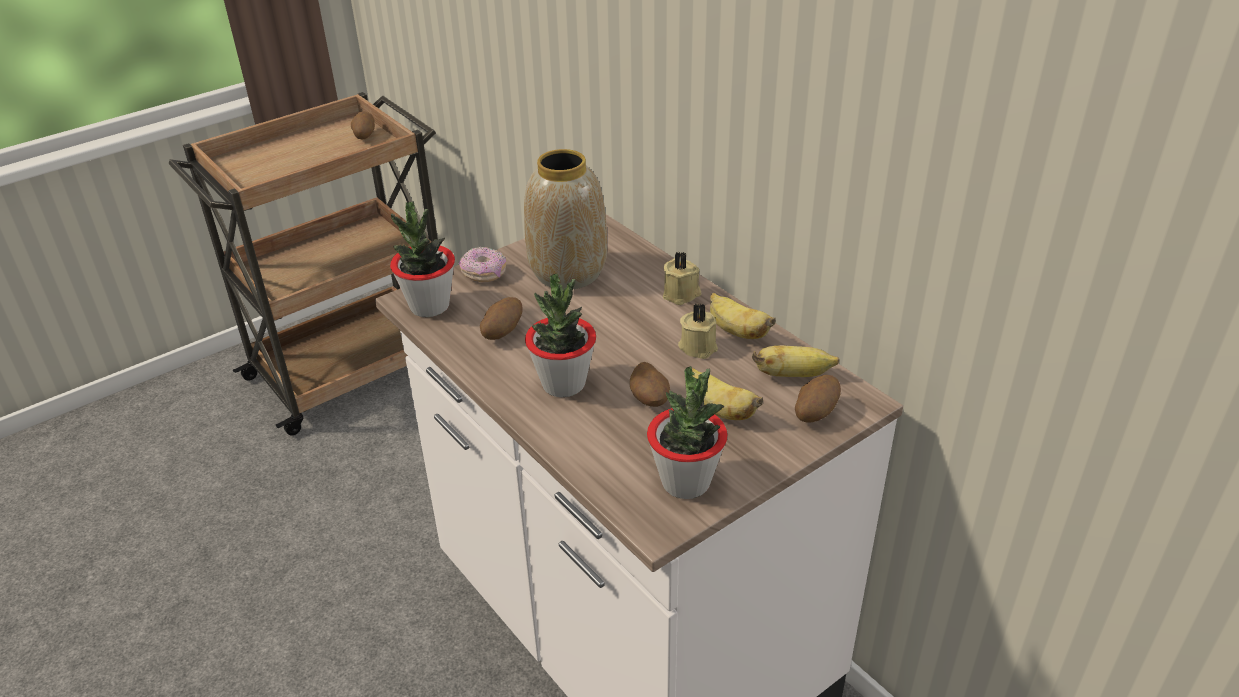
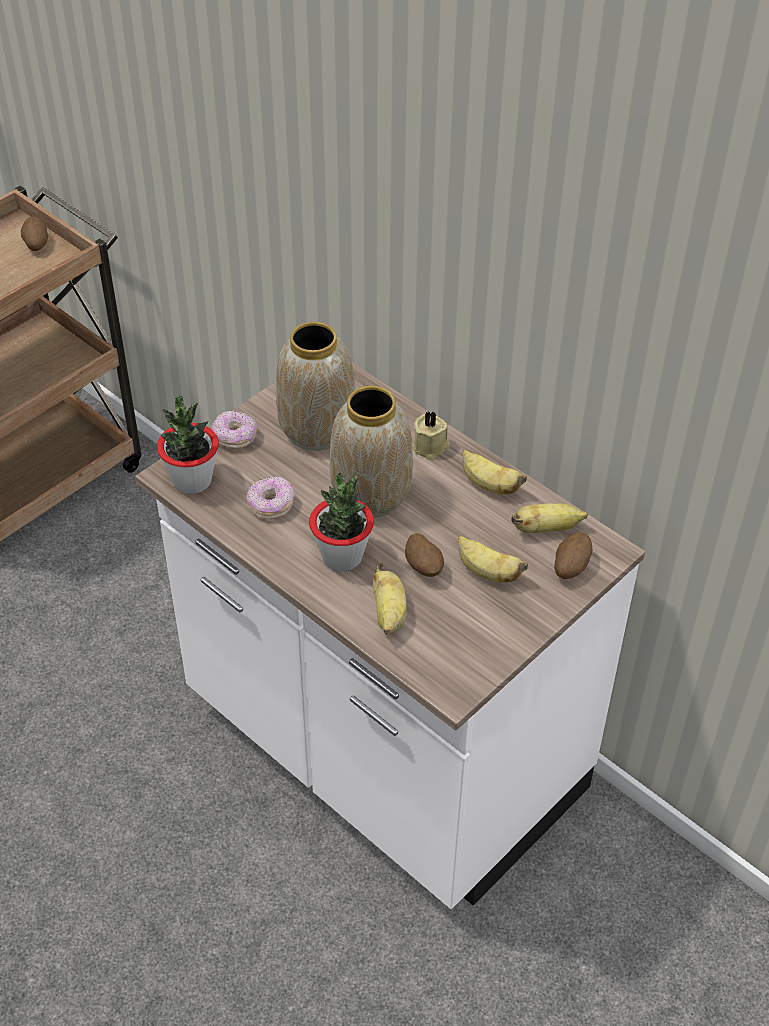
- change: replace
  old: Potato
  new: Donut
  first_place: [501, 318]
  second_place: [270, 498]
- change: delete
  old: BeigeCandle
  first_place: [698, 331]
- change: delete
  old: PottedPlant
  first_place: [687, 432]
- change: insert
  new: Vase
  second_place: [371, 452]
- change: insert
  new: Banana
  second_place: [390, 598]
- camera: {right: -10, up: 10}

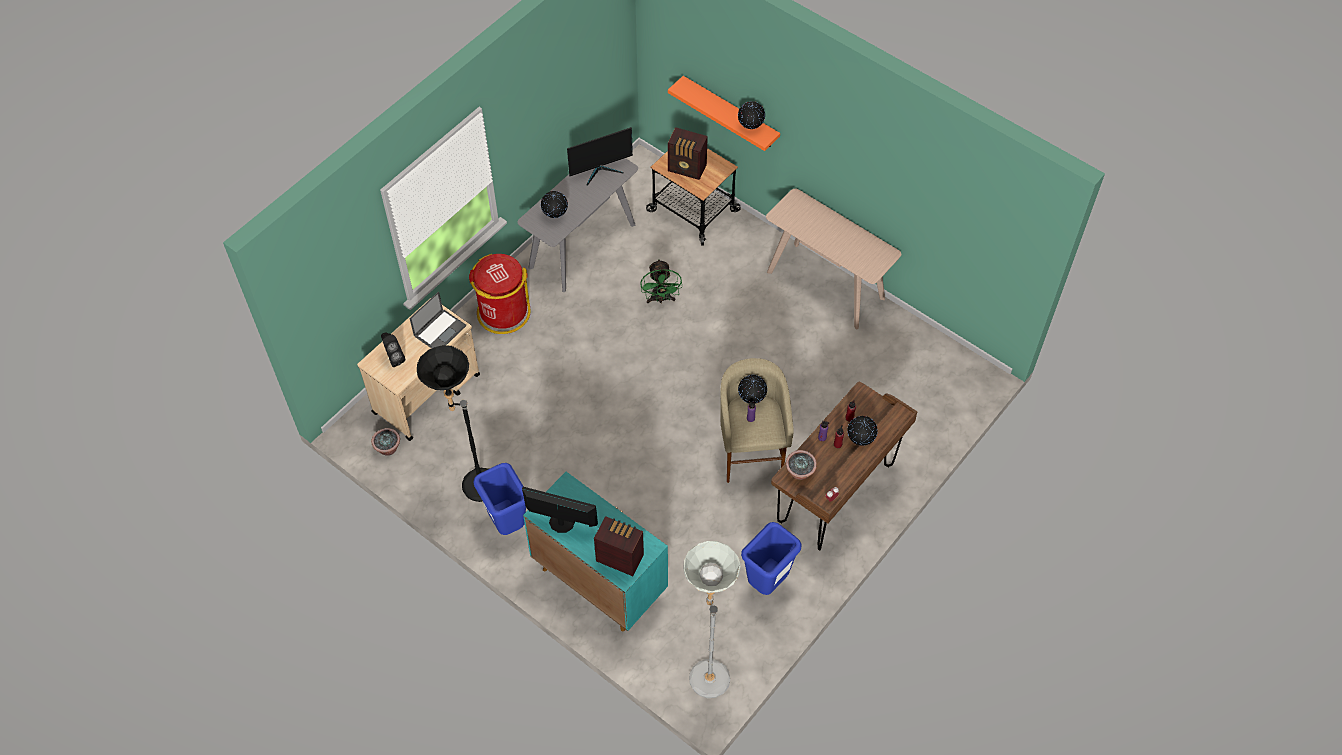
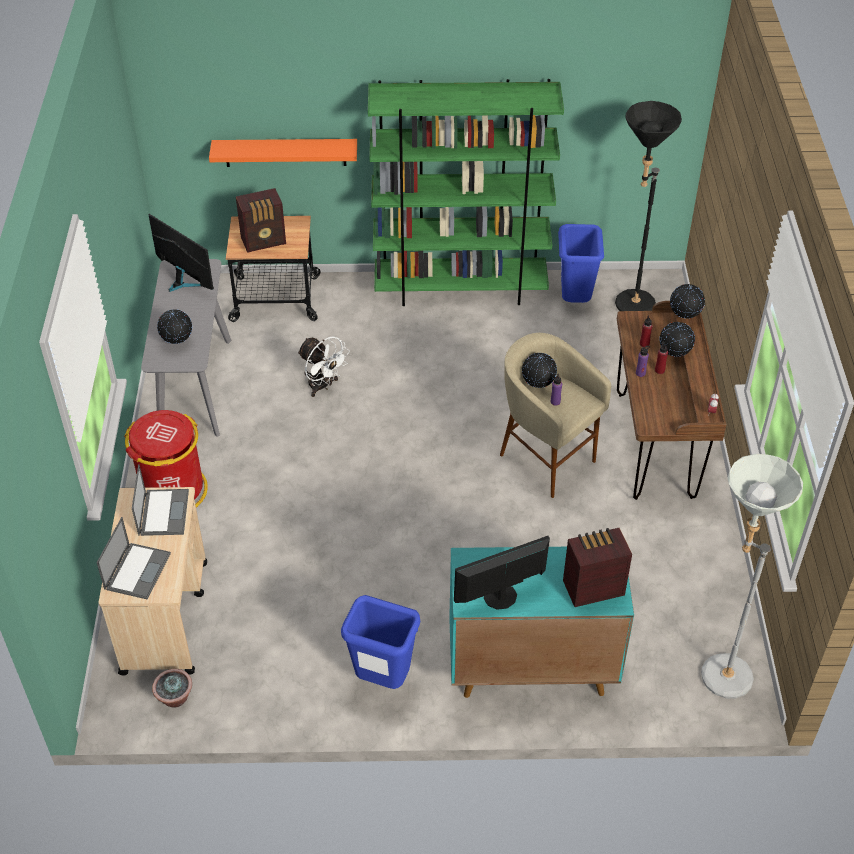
- change: move
  old: Globe
  first_place: [751, 115]
  second_place: [687, 301]
- change: rotate
  old: Monitor
  first_place: [600, 156]
  second_place: [181, 253]
  degrees: -75
- change: replace
  old: BeigeConsoleTable
  new: GreenBookcase
  first_place: [833, 259]
  second_place: [466, 192]
- change: recolor
  old: GreenFan
  new: WhiteFan
  first_place: [661, 281]
  second_place: [323, 367]
- change: replace
  old: BlackSpeaker
  new: Laptop
  first_place: [393, 349]
  second_place: [134, 558]
- change: move
  old: BlackFloorLamp
  first_place: [453, 423]
  second_place: [648, 206]
- change: delete
  old: PottedPlant
  first_place: [801, 465]
- change: move
  old: BlueTrashCan
  first_place: [771, 558]
  second_place: [581, 263]
- camera: {right: -40, up: -10}

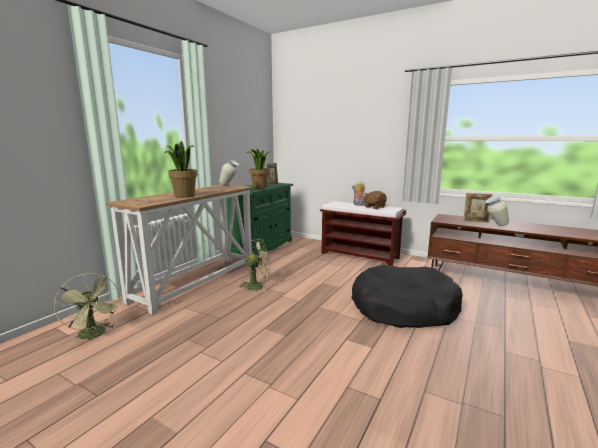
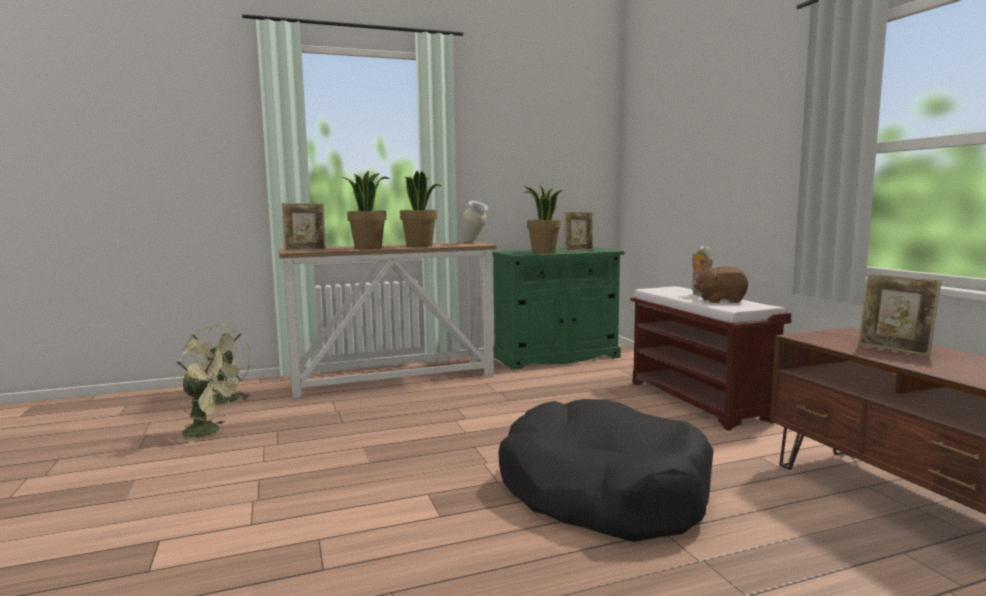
- change: delete
  old: Vase
  first_place: [497, 211]
- change: move
  old: GreenFan
  first_place: [255, 265]
  second_place: [208, 393]
- change: insert
  new: PottedPlant
  second_place: [421, 209]
- change: insert
  new: PictureFrame
  second_place: [304, 227]
- camera: {right: 40, up: -5}

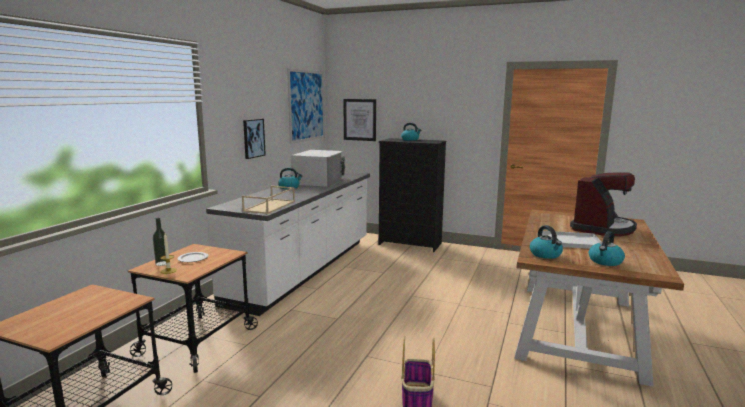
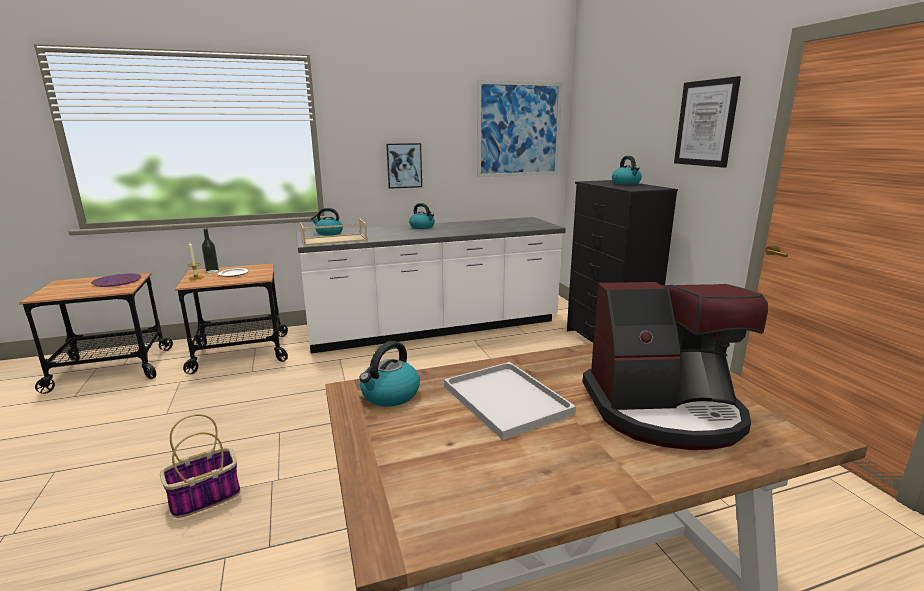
- change: move
  old: Picture
  first_place: [359, 120]
  second_place: [707, 122]
- change: delete
  old: WhiteMicrowave
  first_place: [318, 168]
- change: move
  old: Kettle
  first_place: [607, 248]
  second_place: [327, 222]
- change: insert
  new: PurplePlate
  second_place: [116, 280]
- camera: {right: 50, up: 5}

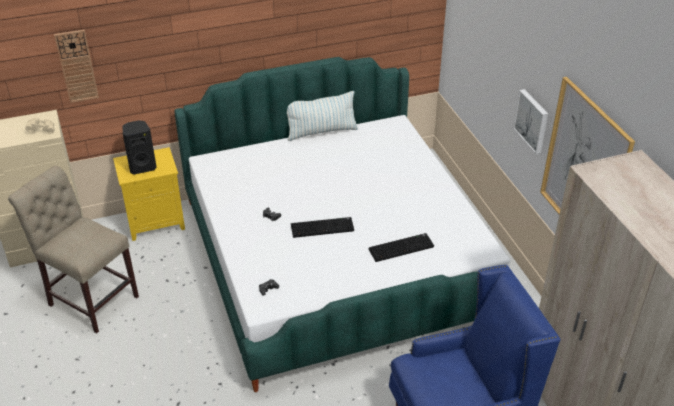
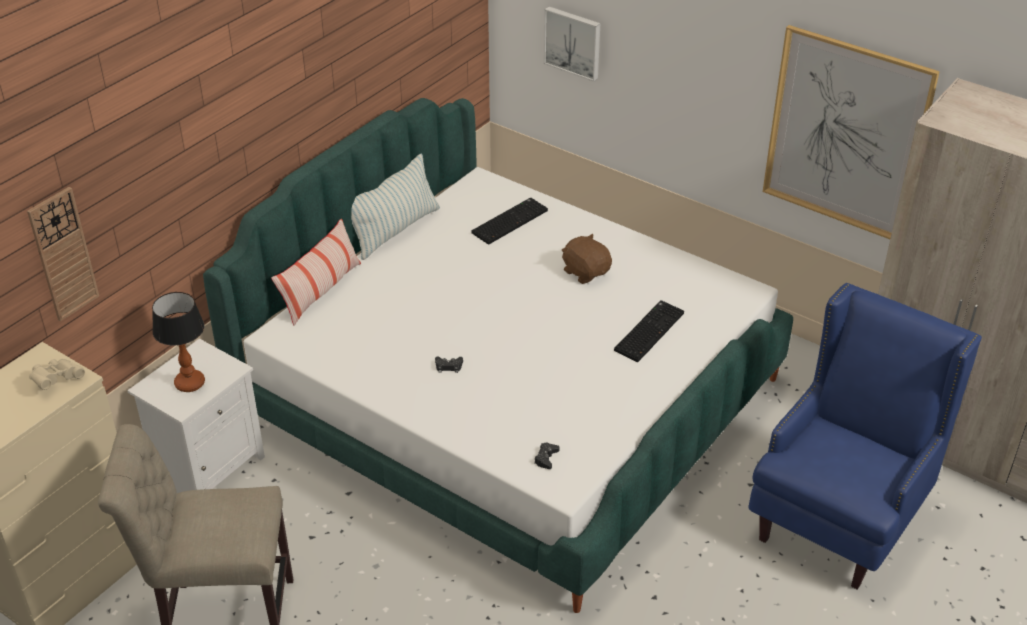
- change: move
  old: Picture
  first_place: [530, 121]
  second_place: [572, 44]
- change: replace
  old: BlackSpeaker
  new: TableLamp
  first_place: [140, 147]
  second_place: [178, 342]
- change: recolor
  old: YellowNightstand
  new: WhiteNightstand
  first_place: [149, 194]
  second_place: [196, 416]
- change: move
  old: Keyboard
  first_place: [322, 227]
  second_place: [509, 221]
- change: insert
  new: Pillow
  second_place: [316, 272]
- change: insert
  new: BrownPlushToy
  second_place: [586, 259]
- camera: {right: -35, up: 0}

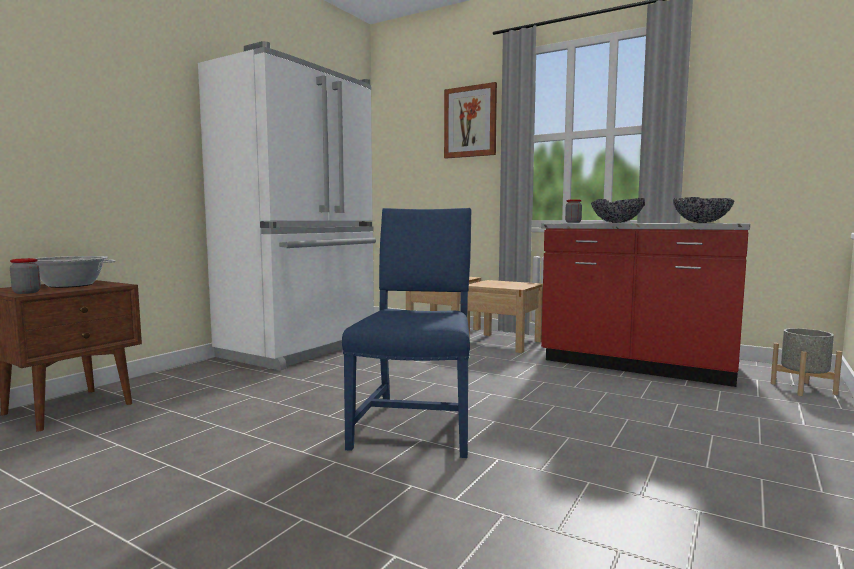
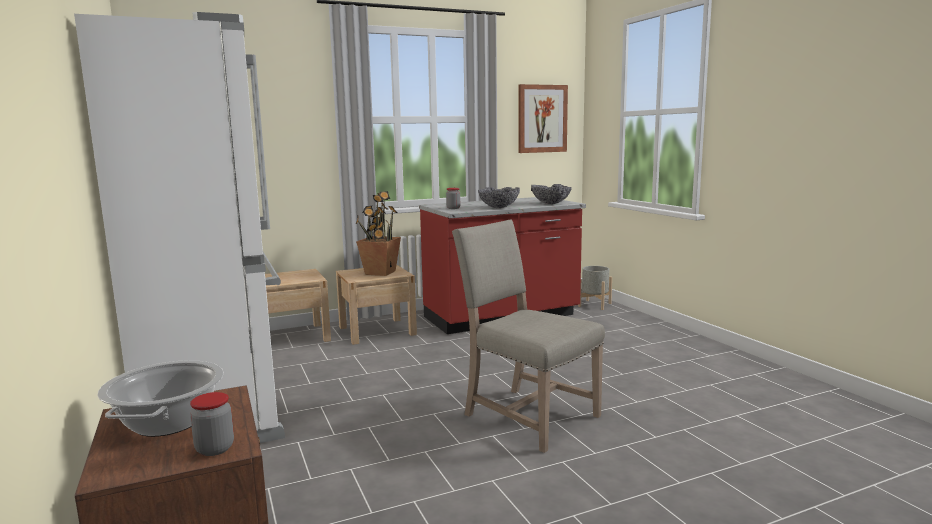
- change: move
  old: Picture
  first_place: [470, 120]
  second_place: [543, 118]
- change: recolor
  old: BlueChair
  new: BeigeChair
  first_place: [406, 333]
  second_place: [528, 336]
- change: insert
  new: PottedPlant
  second_place: [378, 233]
- camera: {right: -55, up: 5}

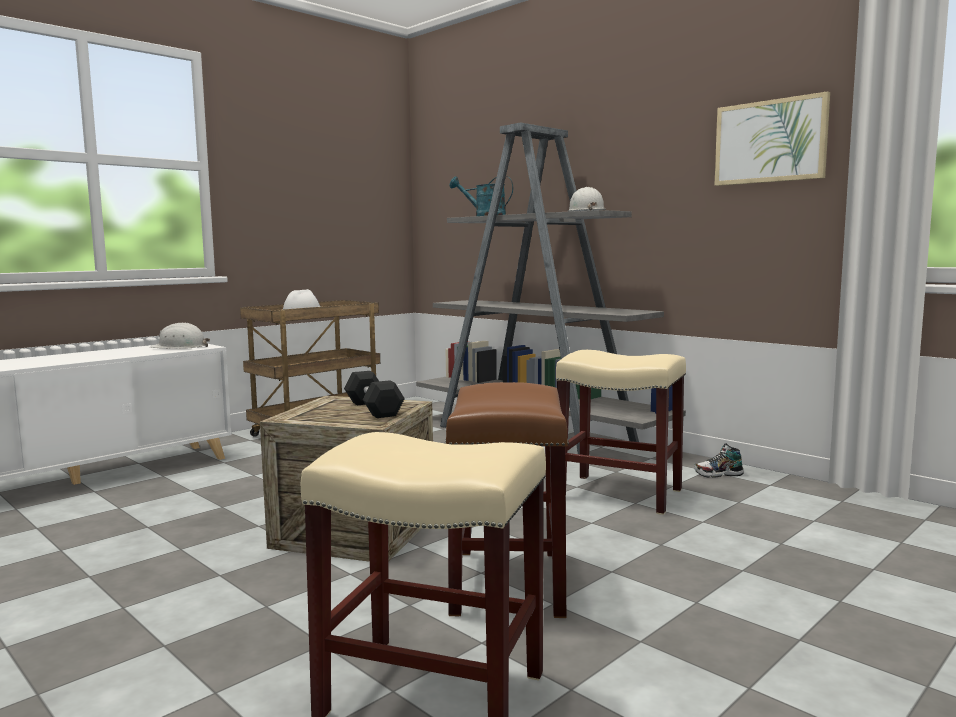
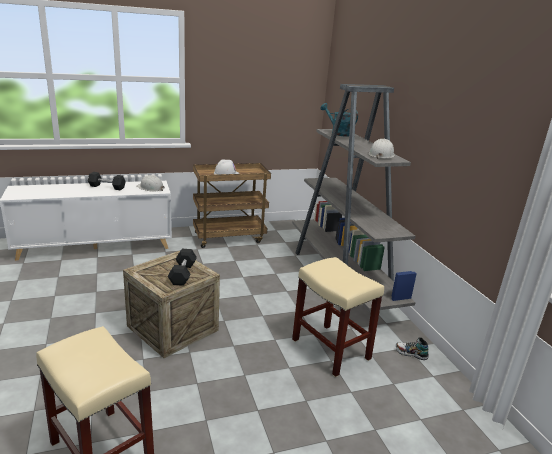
- change: delete
  old: Picture
  first_place: [772, 138]
- change: delete
  old: BrownStool
  first_place: [507, 500]
- change: insert
  new: BlackDumbbell
  second_place: [107, 181]
- camera: {right: 25, up: 15}

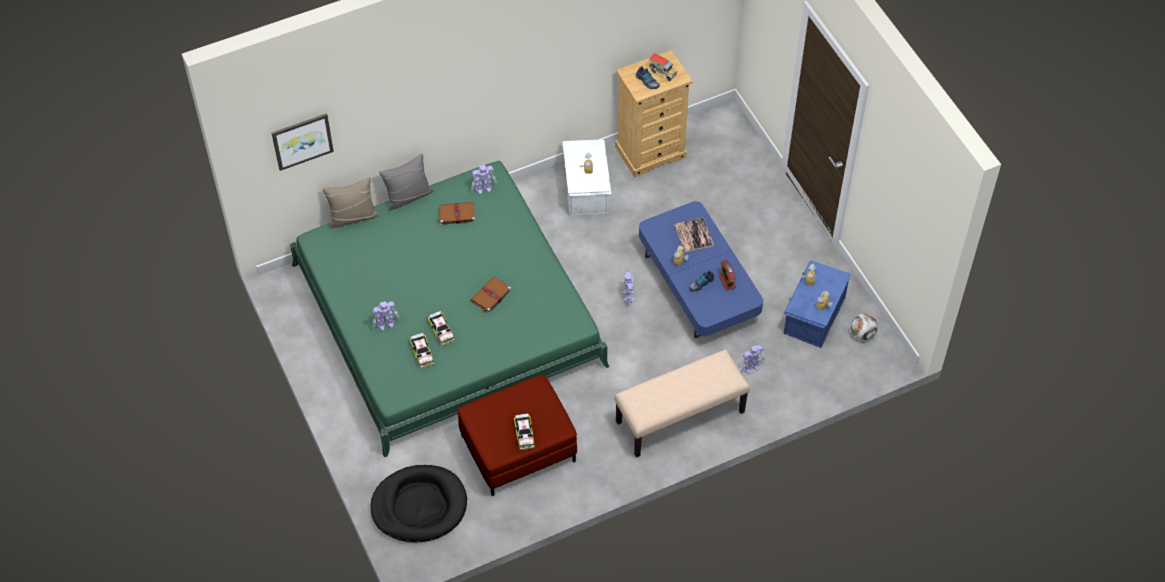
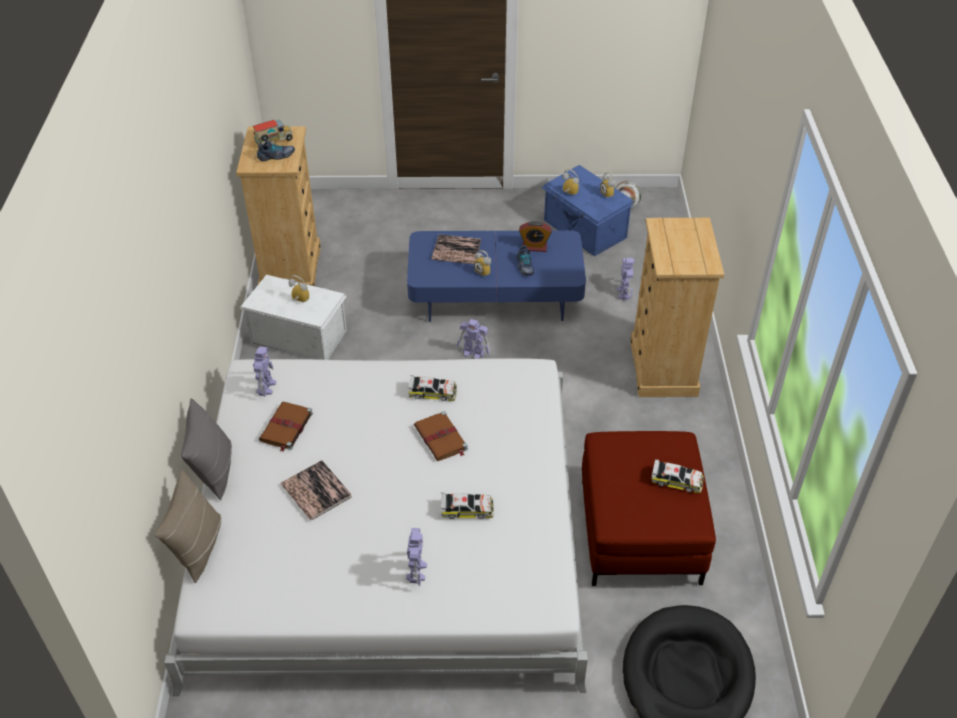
- change: delete
  old: Picture
  first_place: [303, 142]
- change: recolor
  old: GreenBed
  new: WhiteBed
  first_place: [450, 309]
  second_place: [376, 527]
- change: move
  old: ToyCar
  first_place: [422, 350]
  second_place: [432, 388]
- change: replace
  old: BeigeBench
  new: BeigeDresser
  first_place: [682, 403]
  second_place: [677, 307]
- change: insert
  new: Book
  second_place: [316, 490]
- camera: {right: -65, up: -10}

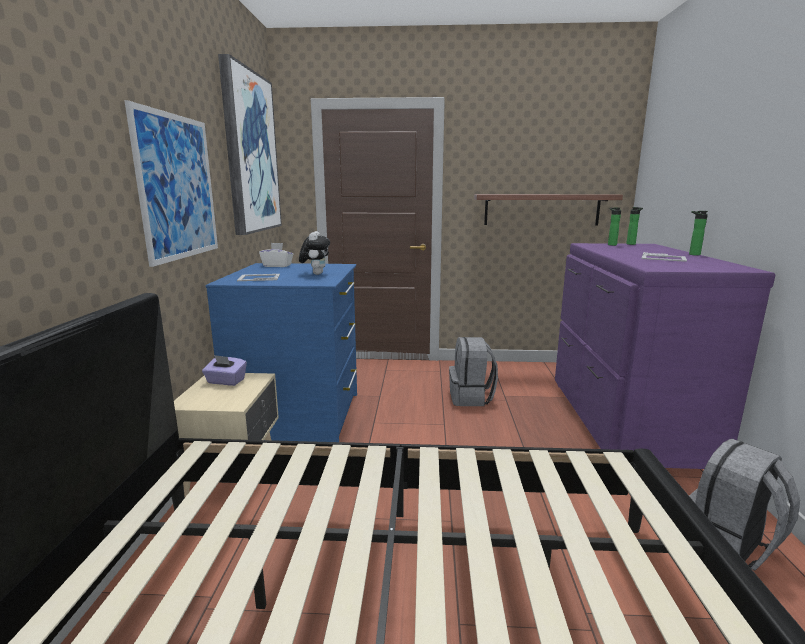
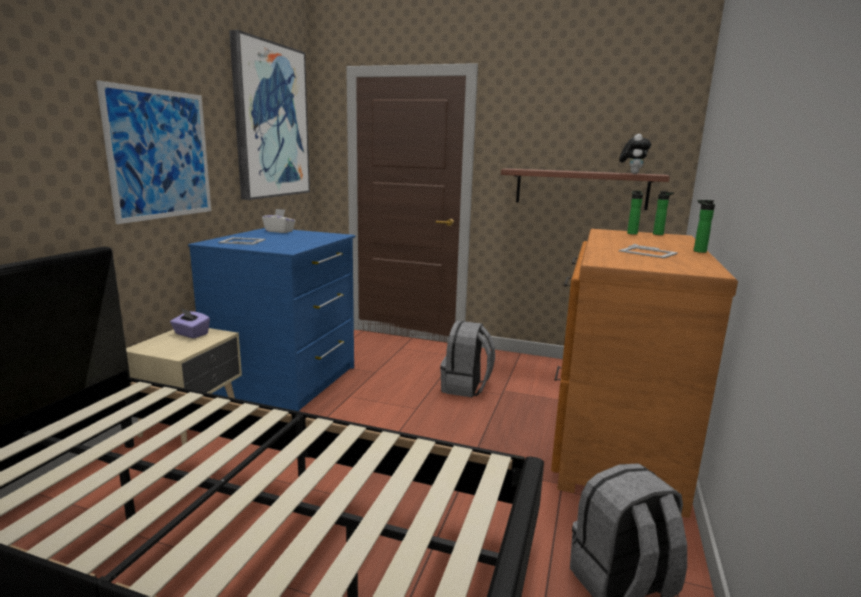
- change: move
  old: PlushToy
  first_place: [314, 253]
  second_place: [635, 154]
- change: recolor
  old: PurpleDresser
  new: BrownDresser
  first_place: [665, 356]
  second_place: [644, 373]
- camera: {right: 15, up: 0}

